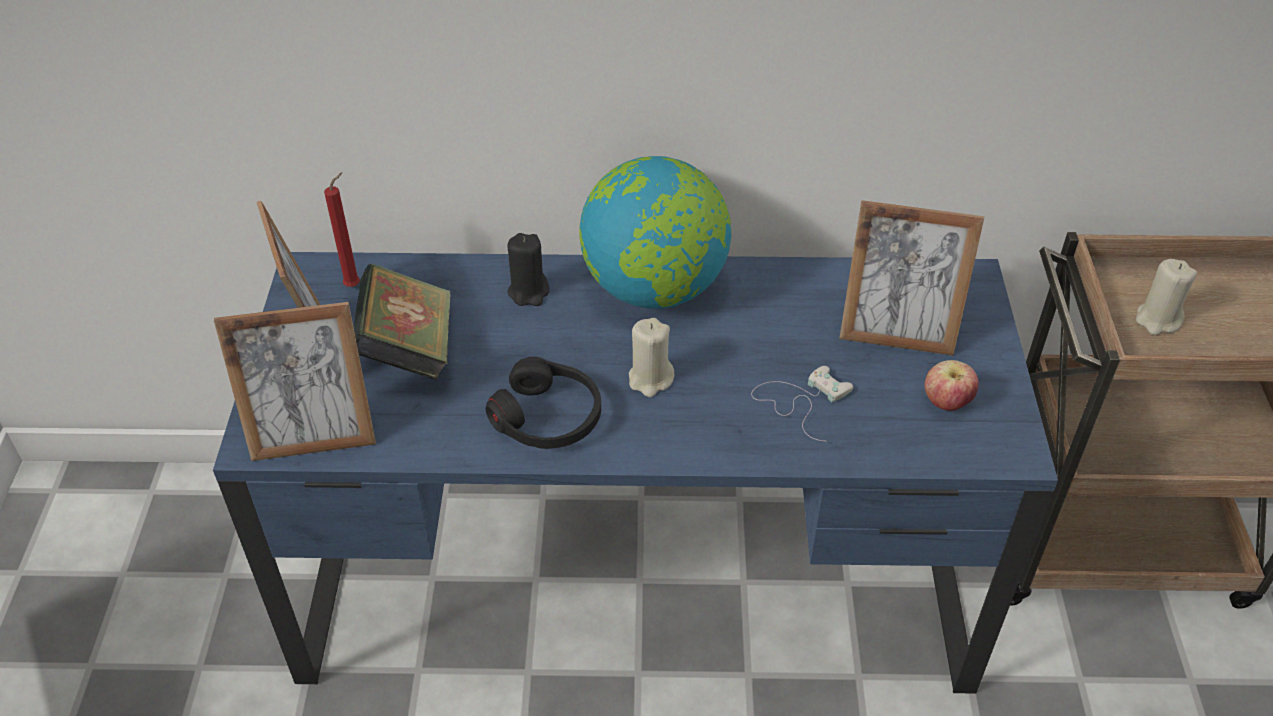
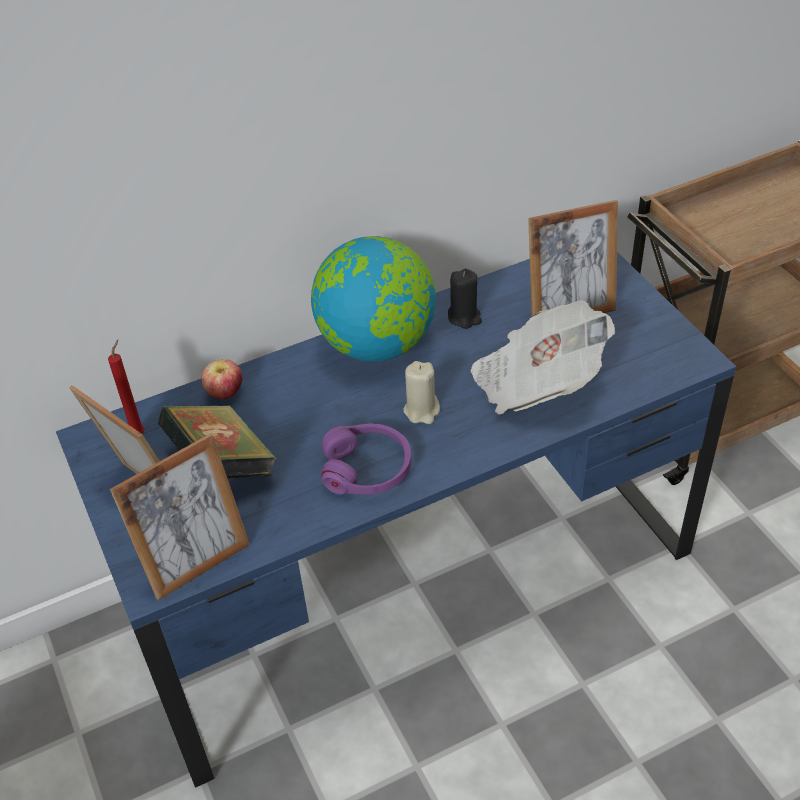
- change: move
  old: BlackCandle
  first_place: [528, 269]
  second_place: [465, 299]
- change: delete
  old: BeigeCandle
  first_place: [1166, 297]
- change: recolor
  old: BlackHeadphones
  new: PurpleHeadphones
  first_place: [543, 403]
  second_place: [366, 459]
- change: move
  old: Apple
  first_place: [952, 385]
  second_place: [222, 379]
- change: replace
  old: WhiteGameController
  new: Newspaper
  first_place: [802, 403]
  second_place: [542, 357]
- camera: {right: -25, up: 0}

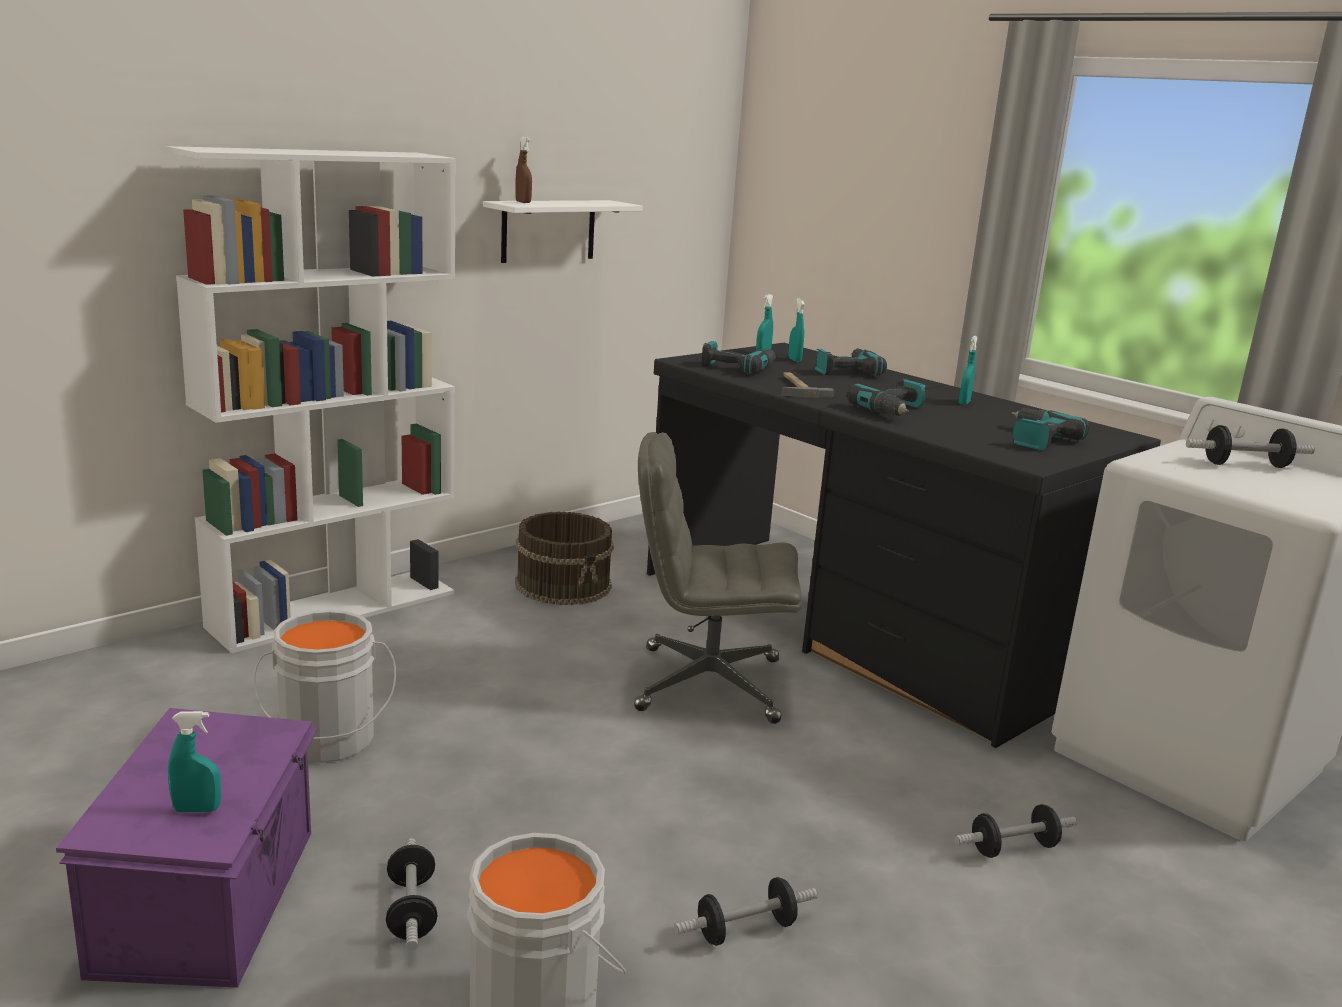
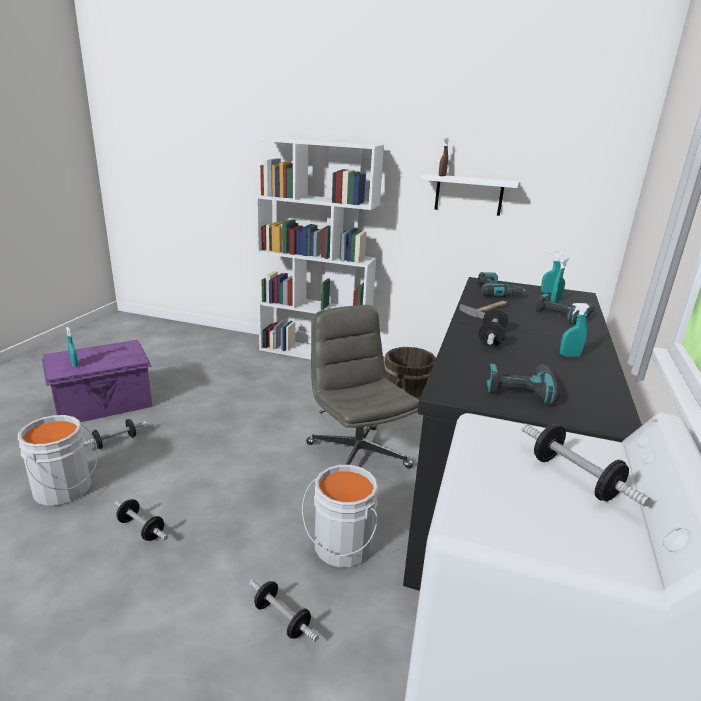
- change: replace
  old: PowerDrill
  new: Dumbbell
  first_place: [886, 397]
  second_place: [493, 328]
- change: move
  old: GreyBucket
  first_place: [324, 686]
  second_place: [340, 516]
- camera: {right: 60, up: 5}

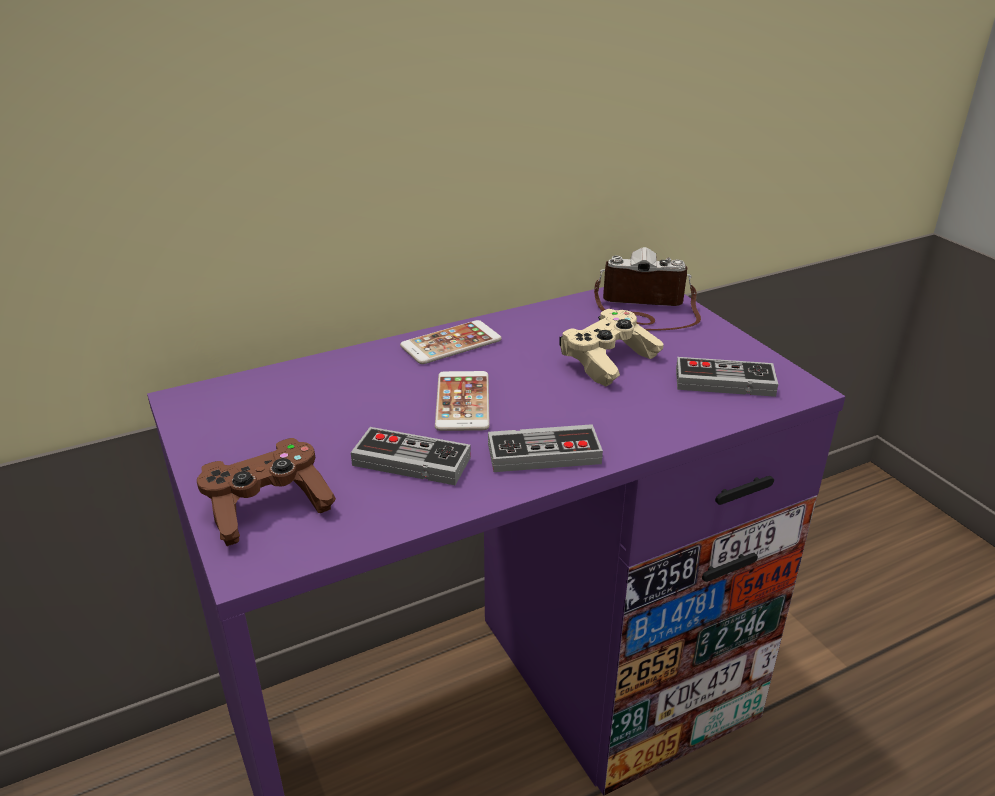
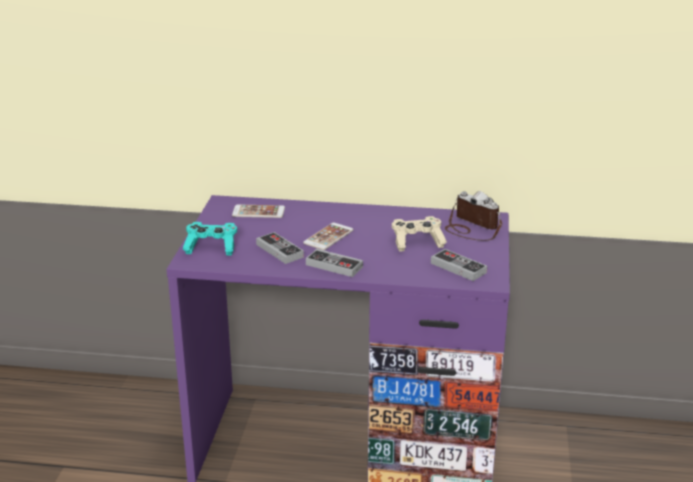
- change: move
  old: Phone
  first_place: [451, 342]
  second_place: [258, 211]
- change: recolor
  old: BrownGameController
  new: TurquoiseGameController
  first_place: [266, 492]
  second_place: [210, 239]
- camera: {right: 35, up: -5}

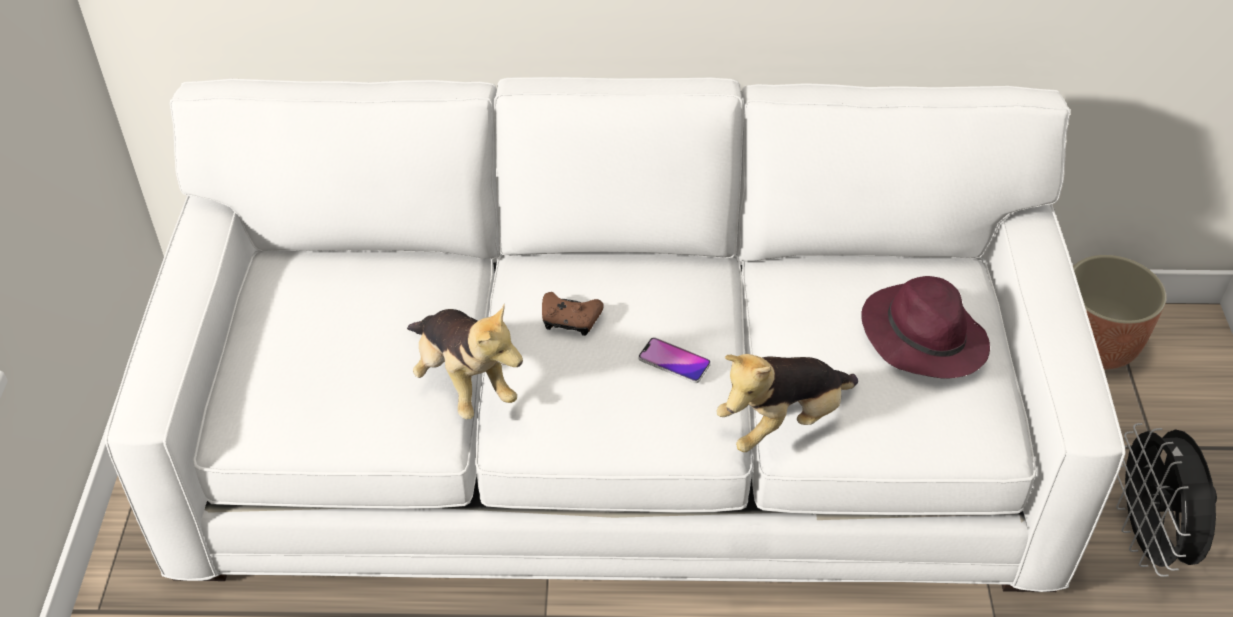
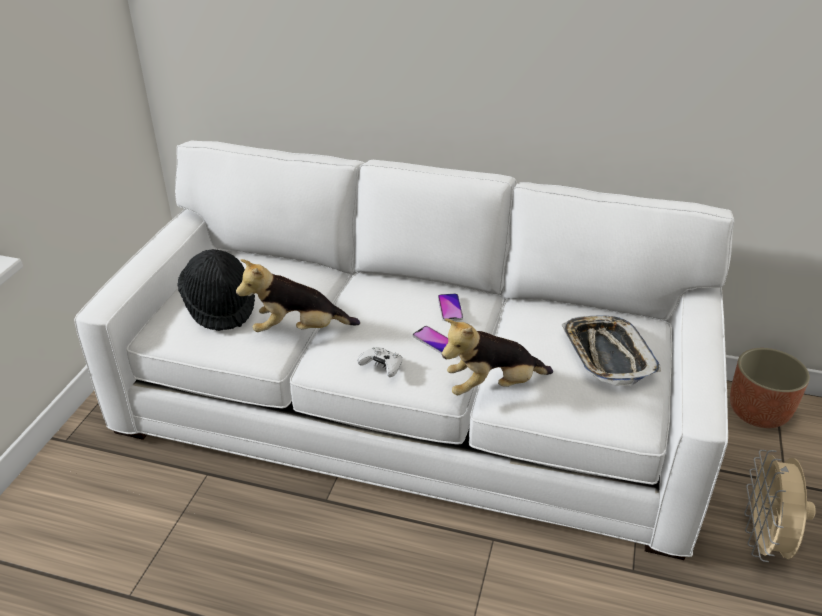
- change: replace
  old: PurpleHat
  new: Tray
  first_place: [925, 327]
  second_place: [611, 350]
- change: delete
  old: BrownGameController
  first_place: [573, 314]
- change: rotate
  old: PlushToy
  first_place: [465, 362]
  second_place: [298, 295]
  degrees: 105
- change: recolor
  old: BlackFan
  new: BeigeFan
  first_place: [1166, 500]
  second_place: [780, 506]
- change: insert
  new: BlackHat
  second_place: [216, 290]
- change: insert
  new: Phone
  second_place: [450, 307]
- change: insert
  new: WhiteGameController
  second_place: [379, 362]
- camera: {right: 15, up: -10}

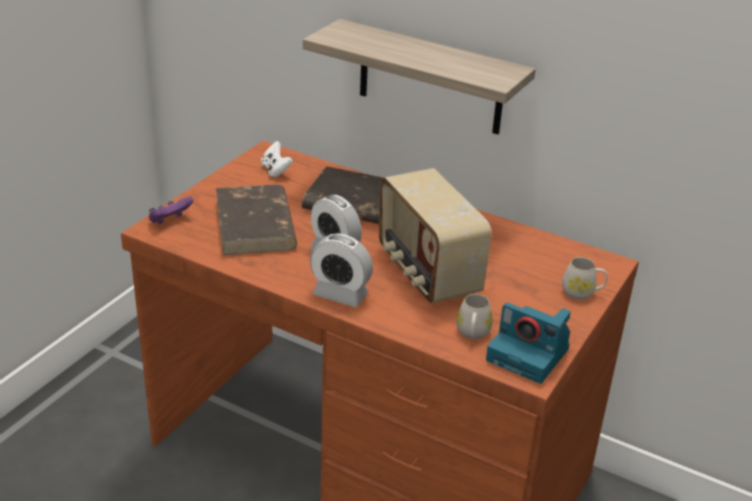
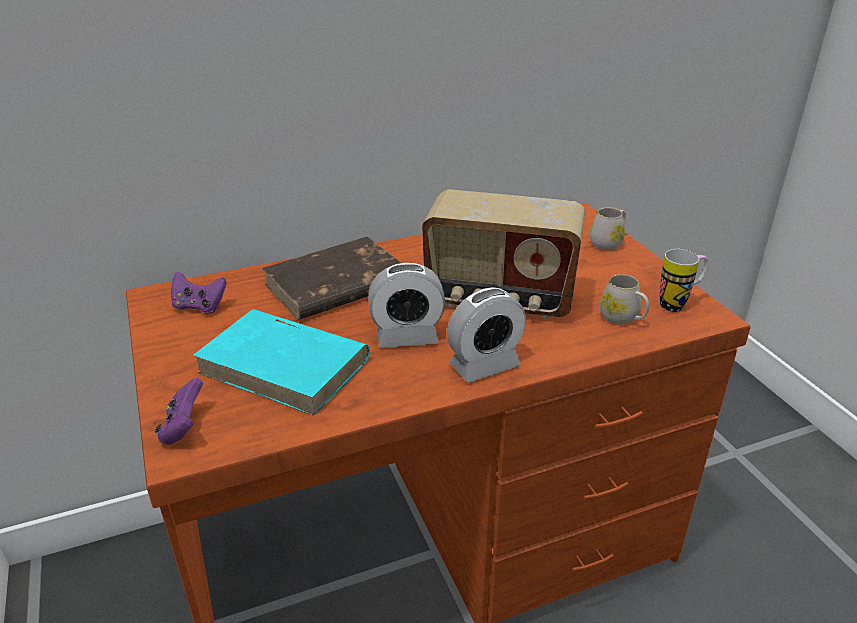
- change: delete
  old: Shelf
  first_place: [419, 76]
- change: recolor
  old: WhiteGameController
  new: PurpleGameController
  first_place: [277, 159]
  second_place: [199, 292]
- change: recolor
  old: BrownBook
  new: TurquoiseBook
  first_place: [256, 219]
  second_place: [281, 363]
- change: replace
  old: PhotoCamera
  new: Mug
  first_place: [528, 343]
  second_place: [684, 280]
- camera: {right: -50, up: 0}

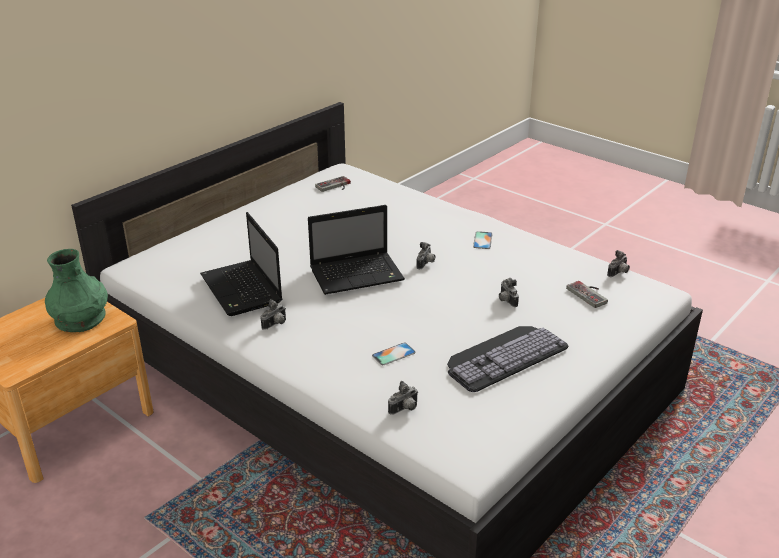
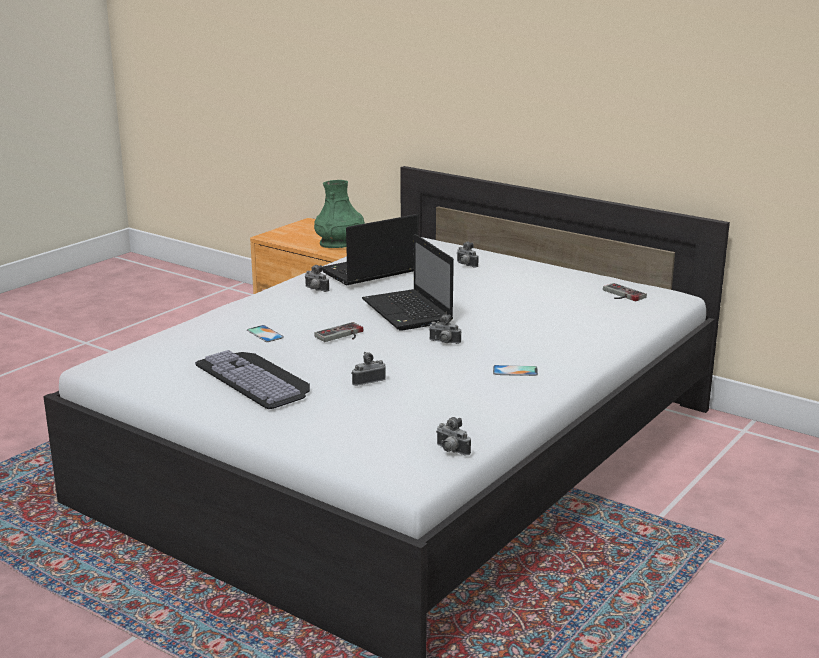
- change: move
  old: GameController
  first_place: [587, 294]
  second_place: [339, 332]
- change: move
  old: PhotoCamera
  first_place: [403, 398]
  second_place: [468, 254]
- camera: {right: 85, up: -10}

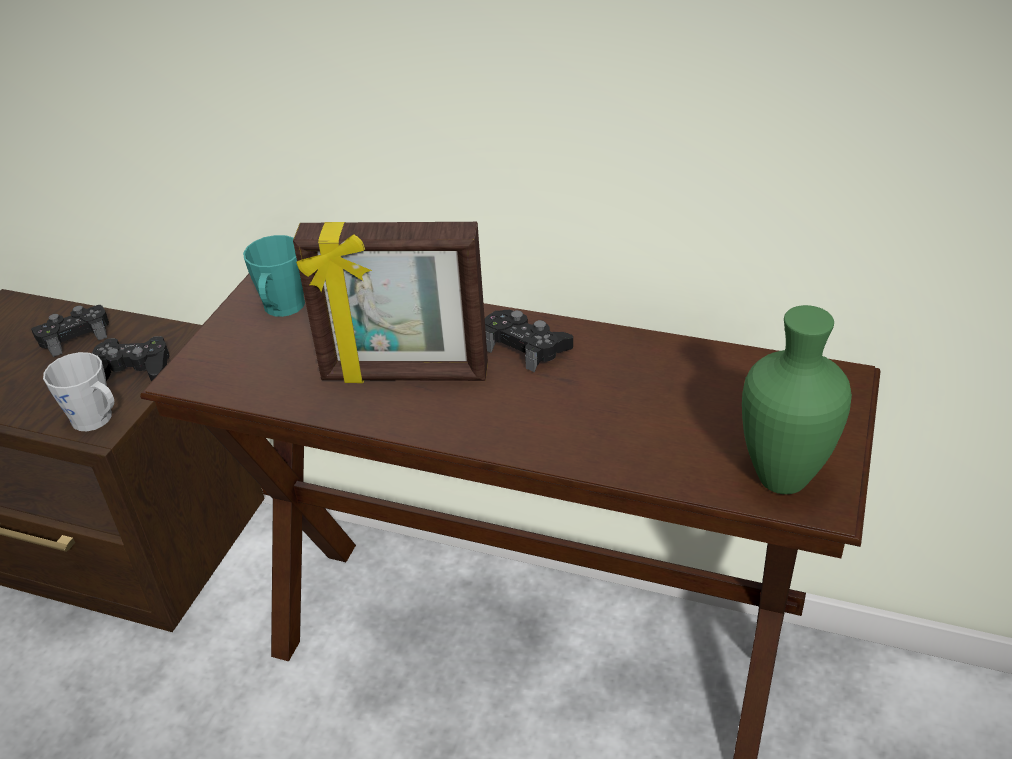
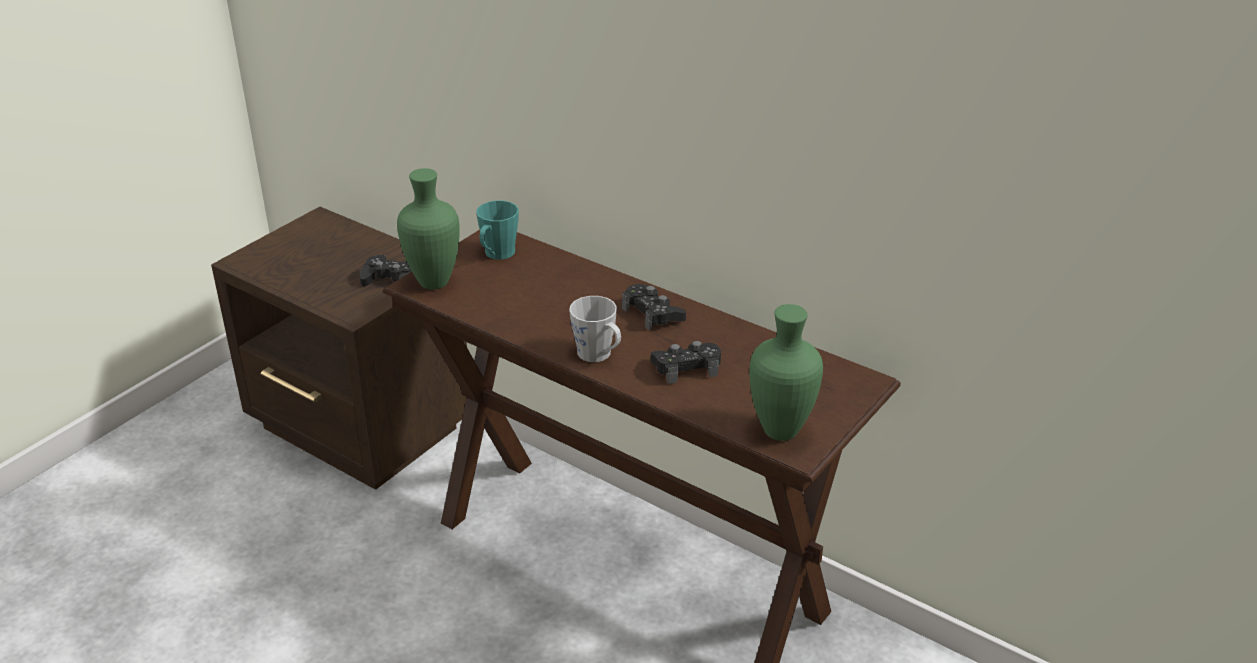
- change: delete
  old: PictureFrame
  first_place: [390, 302]
- change: move
  old: BlackGameController
  first_place: [70, 331]
  second_place: [686, 362]
- change: move
  old: GreyMug
  first_place: [78, 391]
  second_place: [595, 329]
- change: insert
  new: GreenVase
  second_place: [428, 229]
- camera: {right: 15, up: -5}

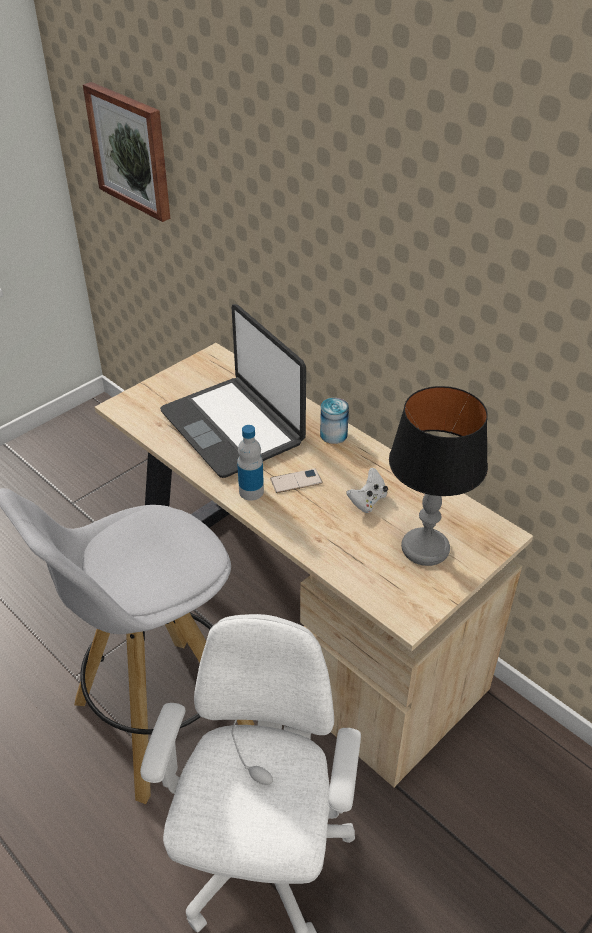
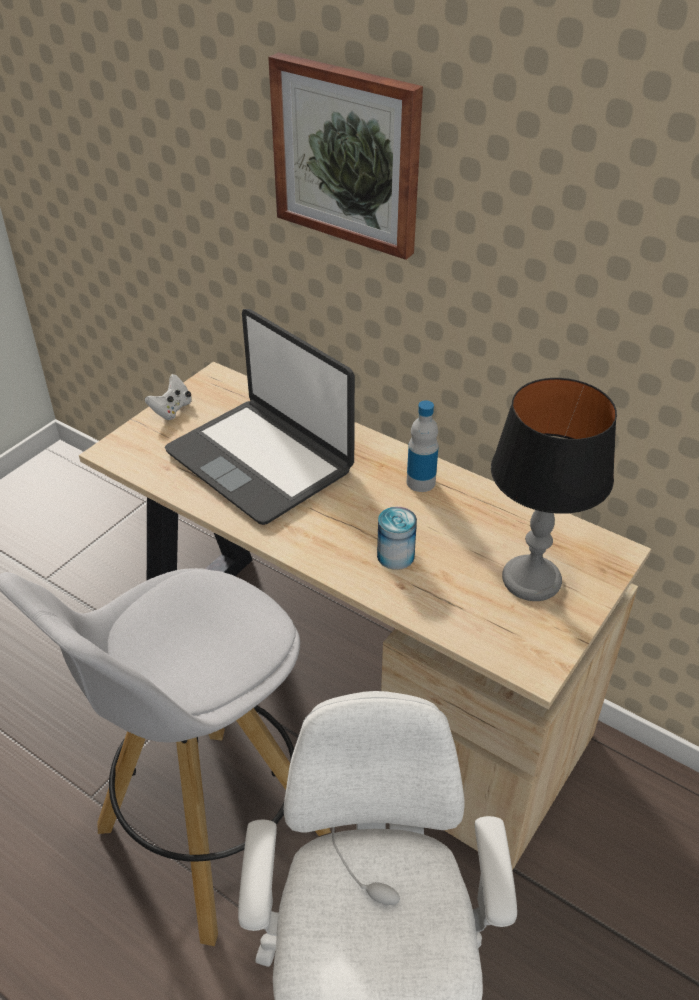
- change: move
  old: Picture
  first_place: [126, 152]
  second_place: [345, 156]
- change: move
  old: Can
  first_place: [334, 421]
  second_place: [397, 538]
- change: move
  old: Bottle
  first_place: [250, 463]
  second_place: [422, 446]
- change: delete
  old: Phone
  first_place: [296, 480]
- change: move
  old: WhiteGameController
  first_place: [367, 490]
  second_place: [168, 397]
- camera: {right: -10, up: 0}

